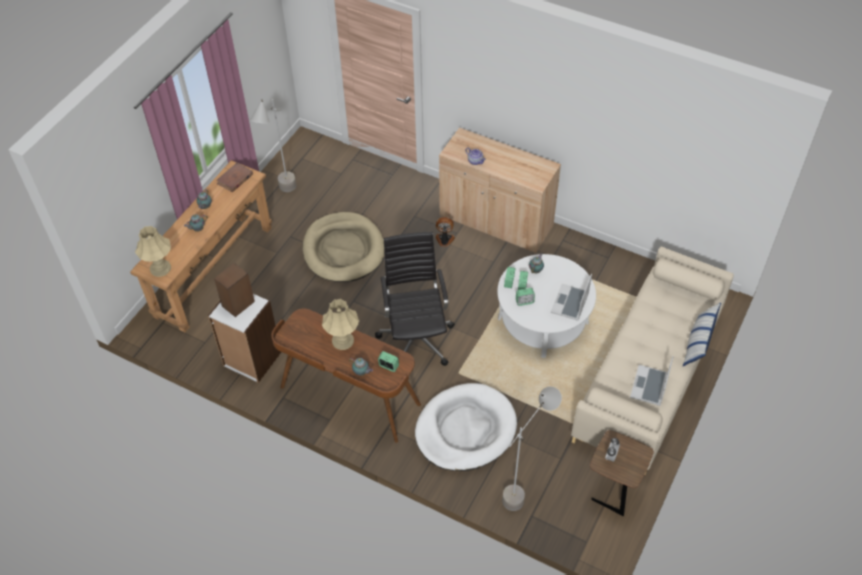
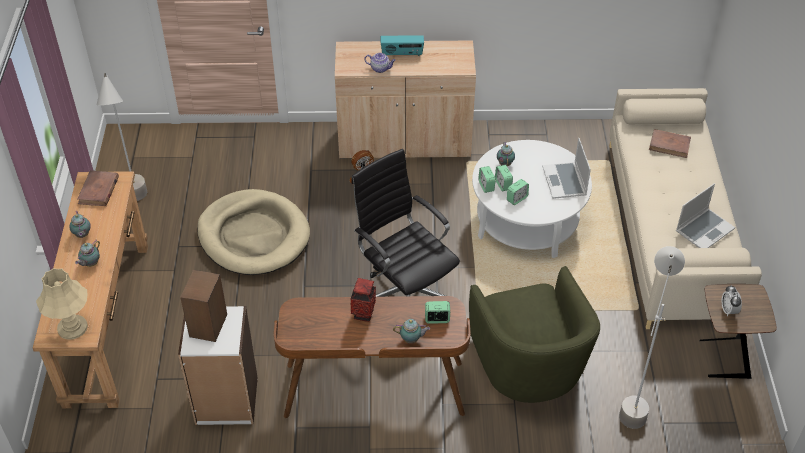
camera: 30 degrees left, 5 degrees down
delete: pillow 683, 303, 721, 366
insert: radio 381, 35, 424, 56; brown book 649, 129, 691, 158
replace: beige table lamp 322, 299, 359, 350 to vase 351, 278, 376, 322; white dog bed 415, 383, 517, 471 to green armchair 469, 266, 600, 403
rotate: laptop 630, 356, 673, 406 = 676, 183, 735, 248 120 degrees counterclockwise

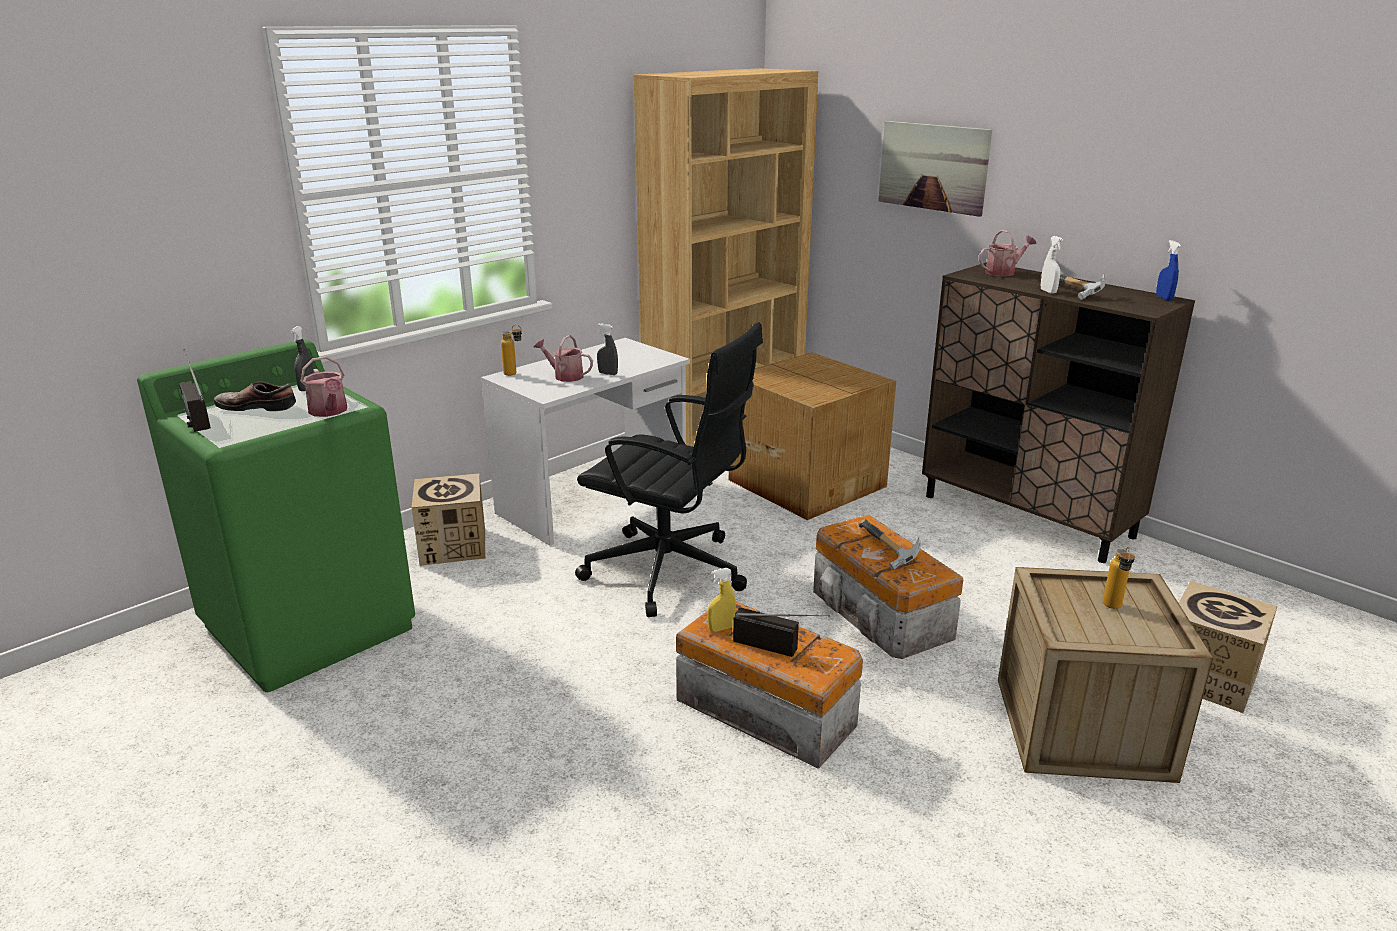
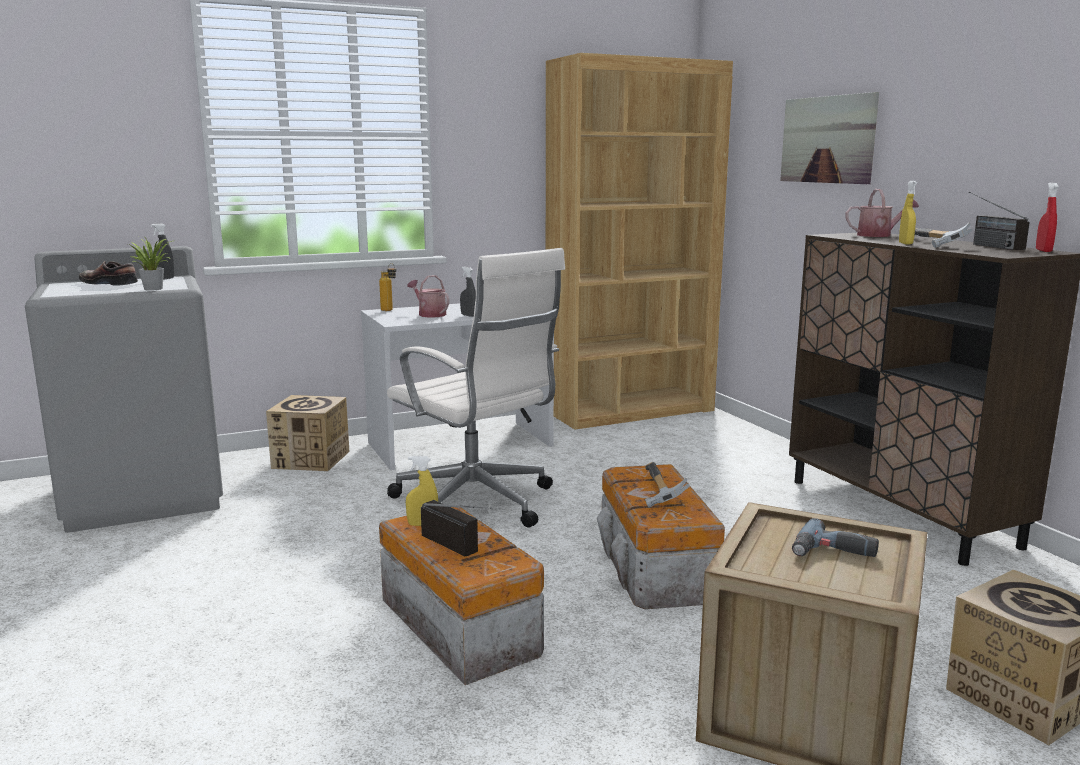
camera: 20 degrees right, 10 degrees down
delete: cardboard box 729, 353, 896, 520
move: radio 179, 349, 211, 432 to 969, 192, 1030, 250
replace: watering can 300, 356, 347, 417 to potted plant 128, 238, 171, 291; bottle 1103, 547, 1135, 609 to power drill 792, 518, 879, 557
recolor: green washing machine 137, 340, 415, 692 to grey washing machine 25, 246, 223, 533; black office chair 575, 322, 763, 617 to white office chair 387, 248, 565, 528; white spray bottle 1041, 236, 1063, 293 to yellow spray bottle 899, 181, 917, 244; blue spray bottle 1156, 240, 1181, 301 to red spray bottle 1036, 182, 1059, 252

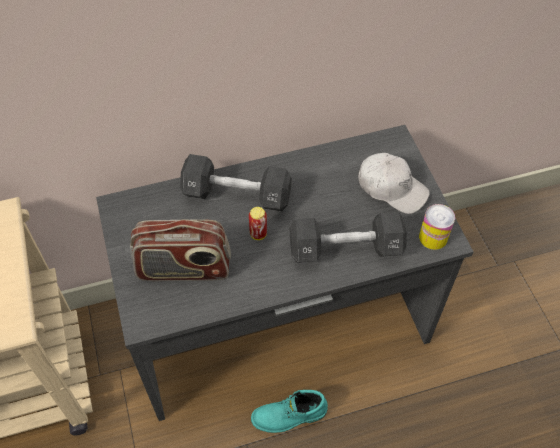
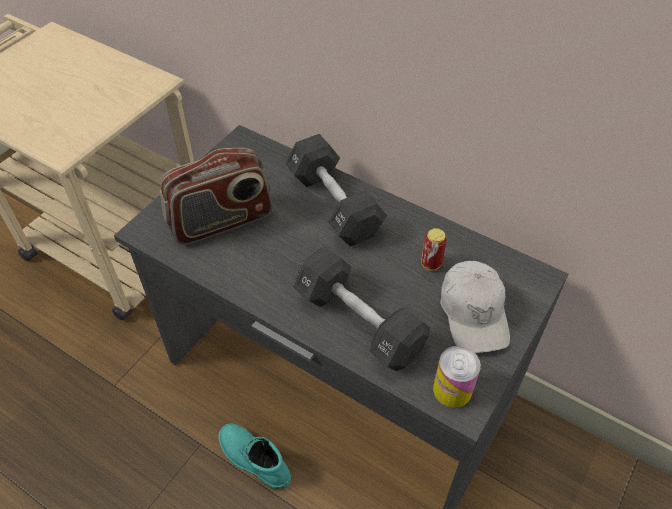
camera: 50 degrees right, 5 degrees down
move: can 249, 207, 267, 240 to 421, 228, 447, 271
rotate: radio 130, 219, 231, 281 = 160, 148, 272, 245 75 degrees counterclockwise

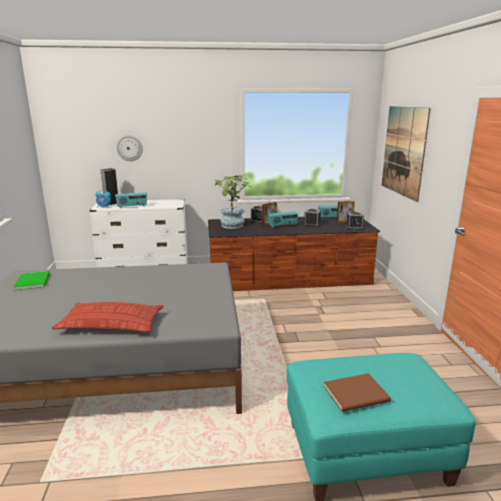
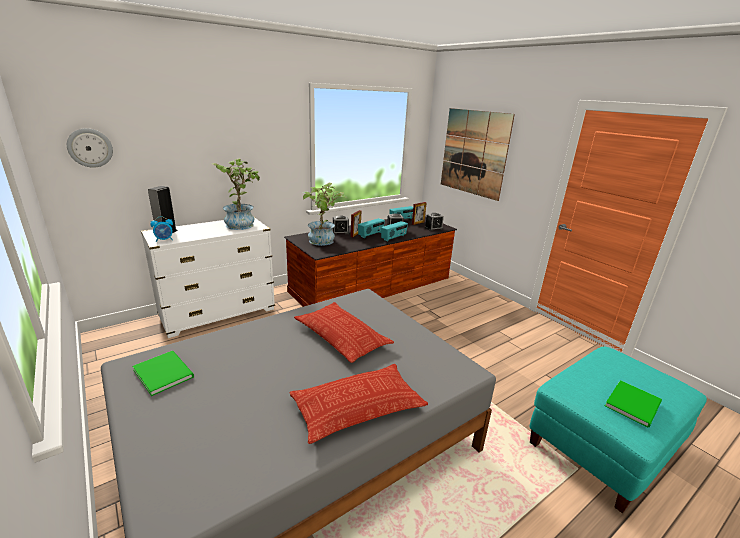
camera: 30 degrees left, 5 degrees up
insert: potted plant 212, 158, 260, 230; pillow 294, 302, 394, 363
move: radio 115, 192, 147, 208 to 381, 221, 408, 242; wall clock 116, 135, 143, 161 to 67, 128, 113, 168
recolor: brown book 324, 373, 391, 412 to green book 605, 380, 662, 427

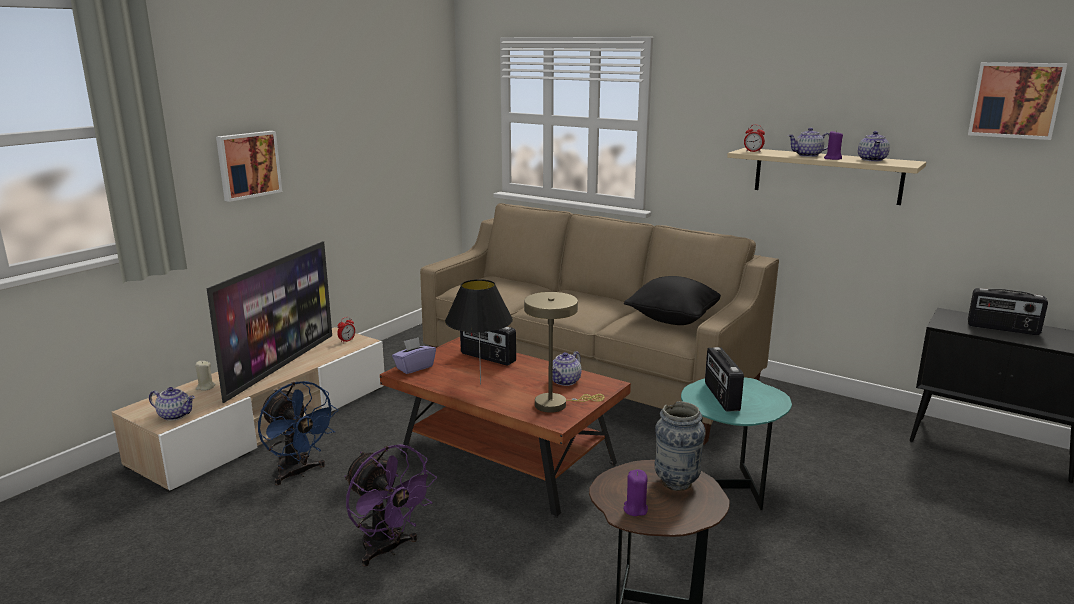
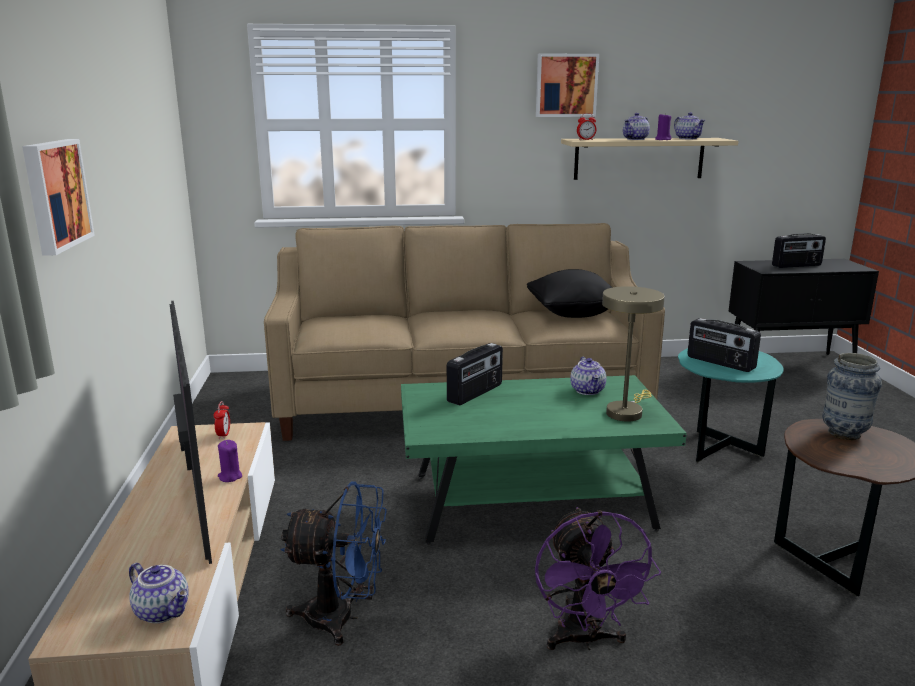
camera: 40 degrees left, 0 degrees up
delete: beige candle 195, 361, 215, 391; purple tissue box 392, 337, 436, 374; black table lamp 445, 279, 513, 385
move: purple candle 623, 469, 648, 516 to 218, 440, 242, 482; picture 968, 62, 1068, 140 to 536, 54, 599, 117
recolor: brown coffee table 380, 337, 631, 518 to green coffee table 401, 375, 687, 544
rotate: teapot 149, 387, 195, 421 = 129, 563, 189, 623 60 degrees clockwise; purple fan 345, 444, 437, 567 = 535, 507, 661, 650 75 degrees clockwise; radio 460, 327, 516, 366 = 447, 343, 503, 405 45 degrees counterclockwise

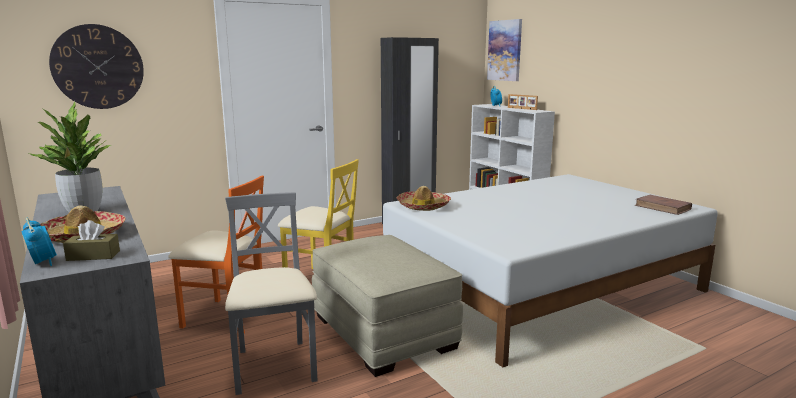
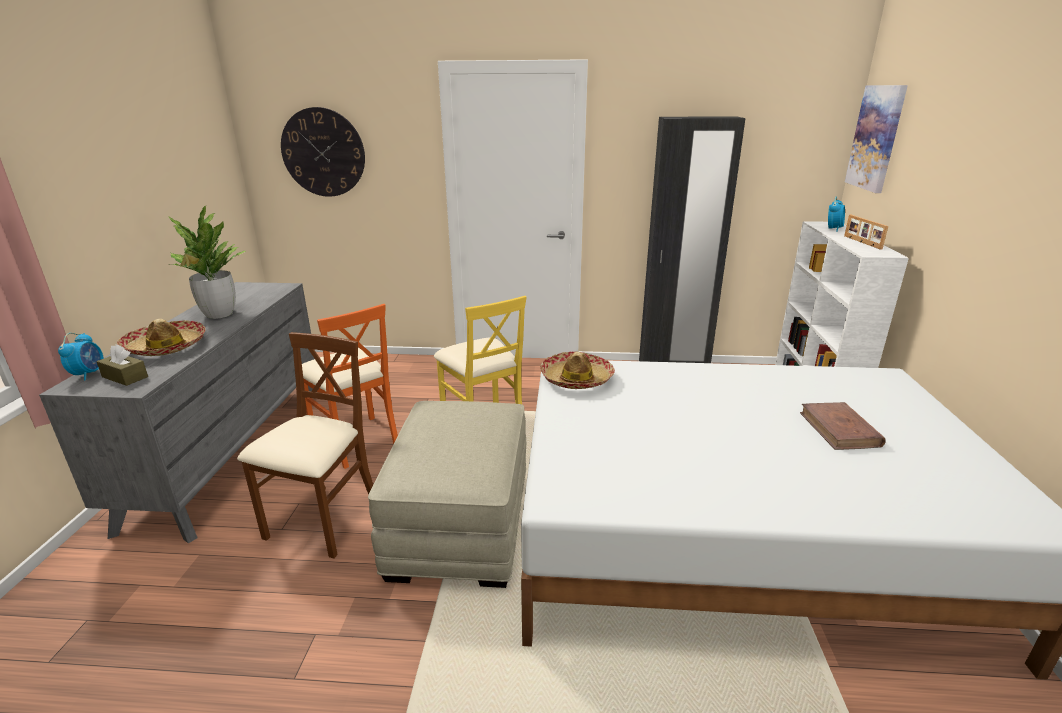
camera: 35 degrees right, 10 degrees up
move: brown book 635, 195, 692, 215 to 800, 402, 886, 450
recolor: grey chair 225, 192, 318, 395 to brown chair 237, 332, 373, 559

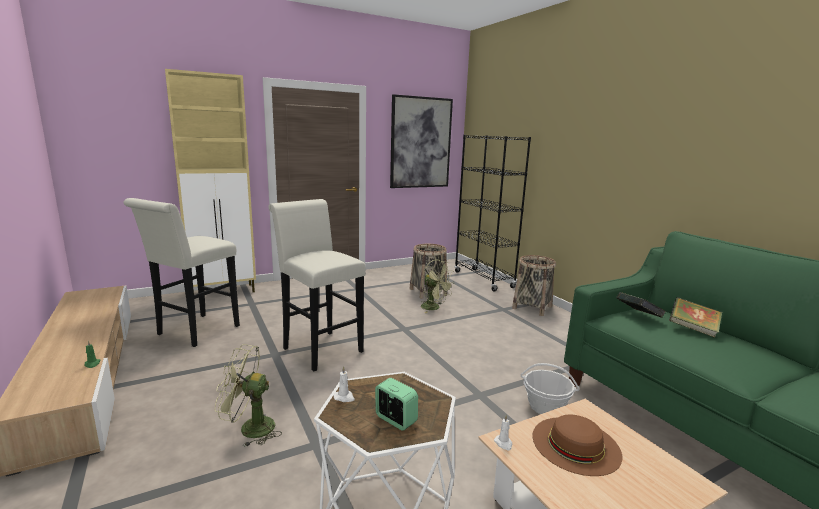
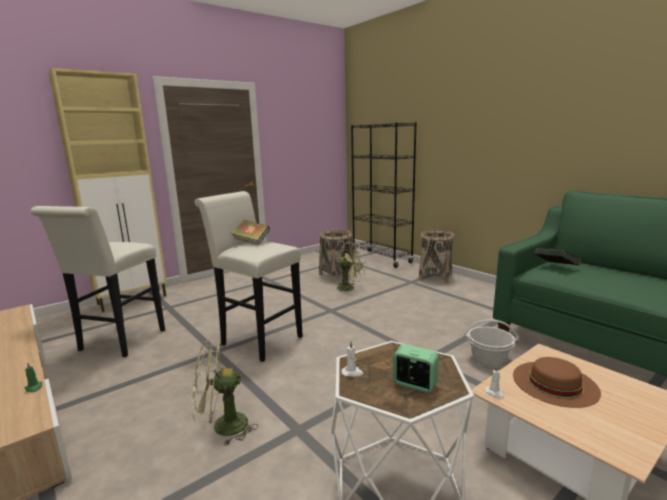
camera: 10 degrees left, 0 degrees up
delete: picture 390, 94, 453, 188
move: book 669, 297, 722, 338 to 231, 220, 270, 245

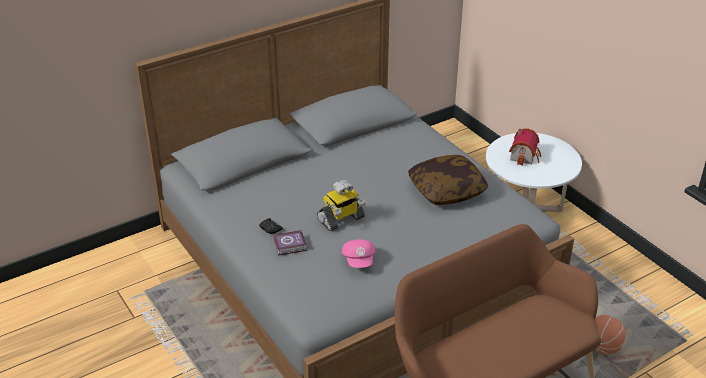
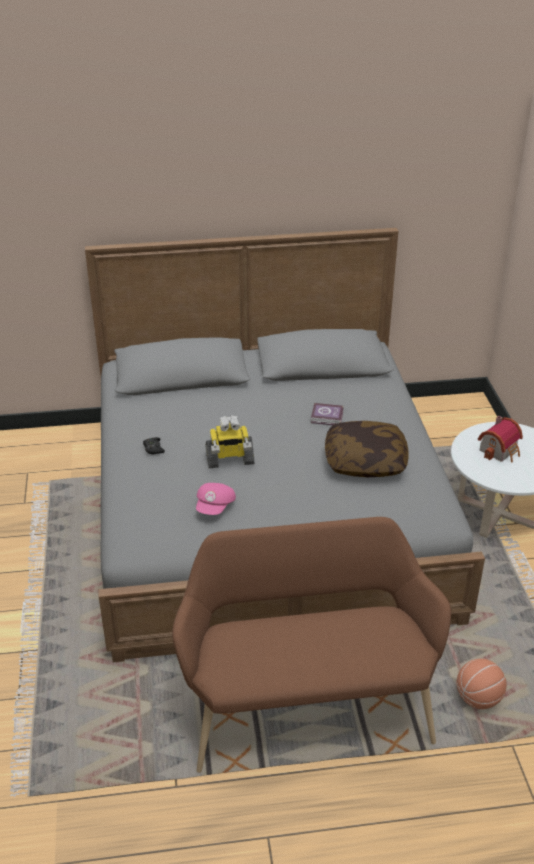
camera: 25 degrees right, 0 degrees up
move: book 273, 230, 307, 256 to 311, 403, 344, 425

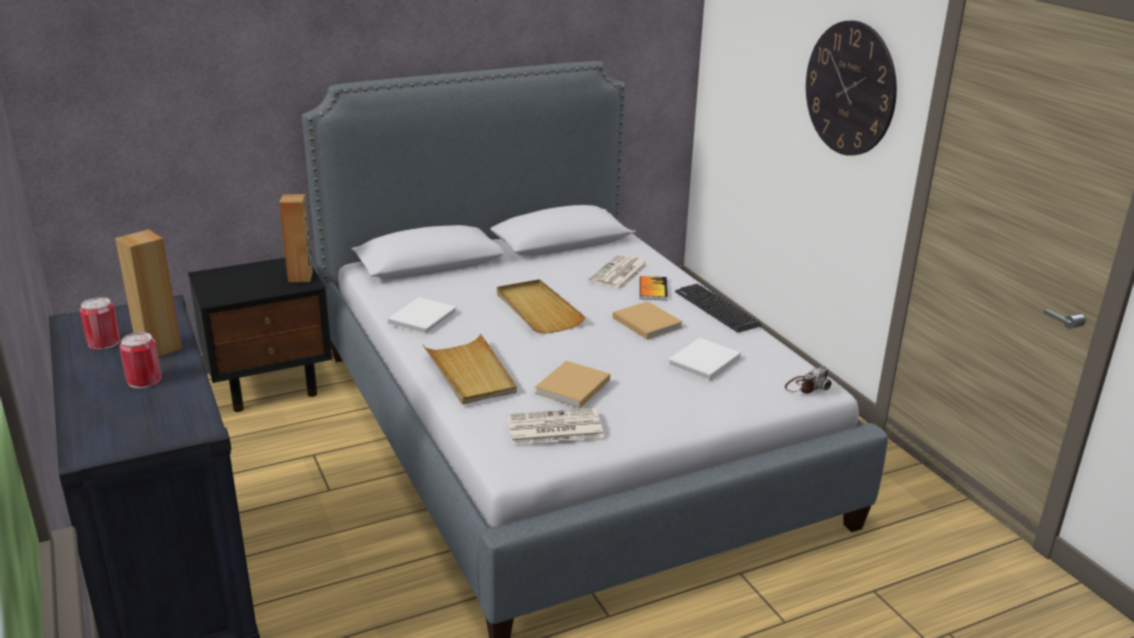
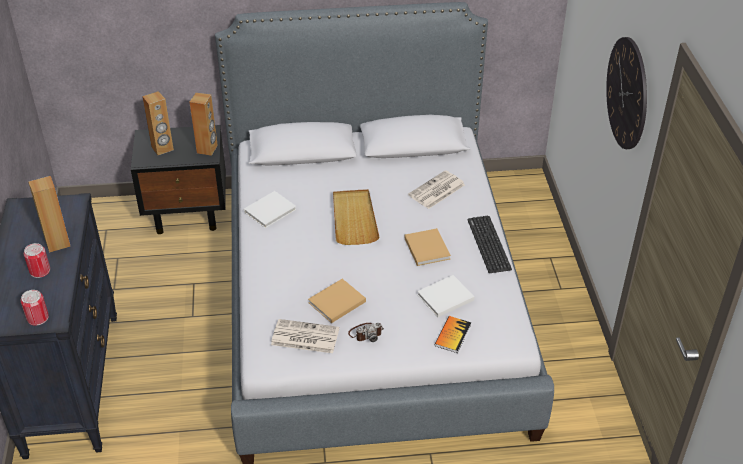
camera: 20 degrees right, 15 degrees up
delete: beige tray 422, 333, 517, 405
insert: brown speaker 142, 91, 174, 155
move: can 80, 297, 120, 350 to 21, 290, 49, 326; book 640, 276, 668, 300 to 434, 316, 471, 353; photo camera 785, 366, 831, 394 to 348, 323, 384, 342

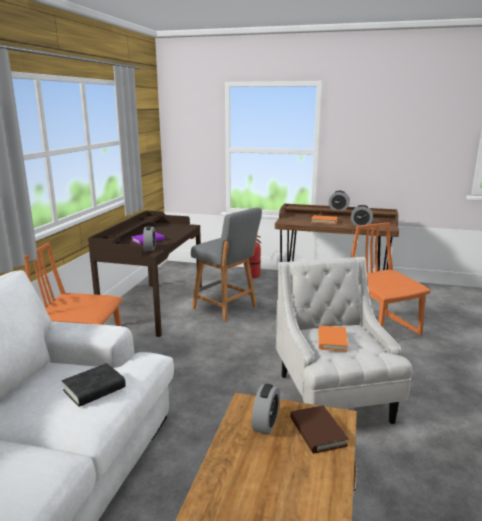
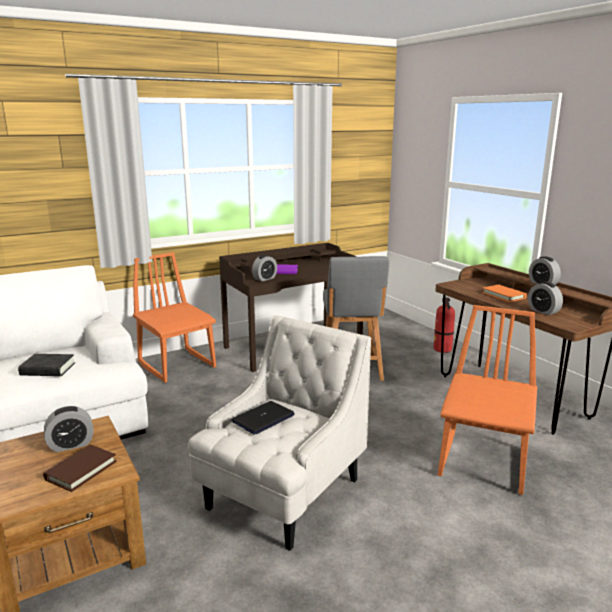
camera: 45 degrees right, 0 degrees up
replace: orange book 319, 326, 348, 352 to laptop 231, 401, 295, 435

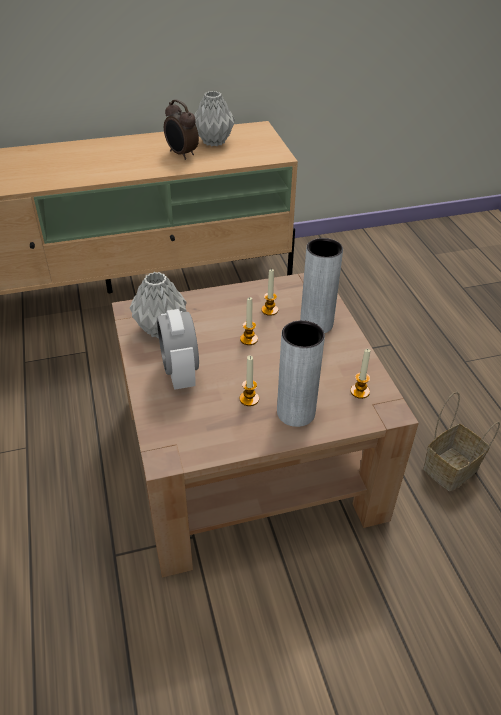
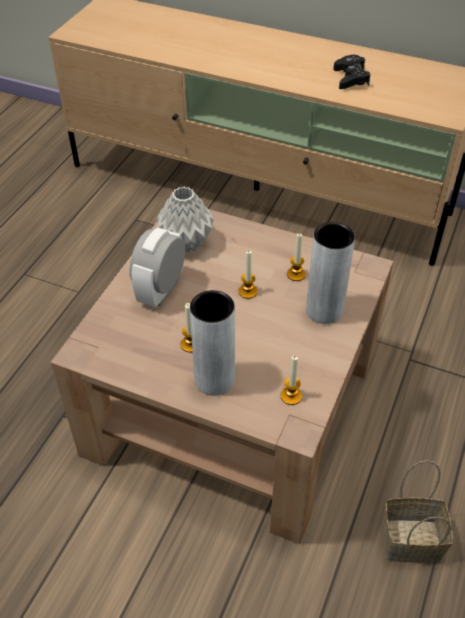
camera: 40 degrees right, 5 degrees up
delete: grey vase 194, 91, 235, 146
replace: alarm clock 164, 99, 199, 160 to black game controller 333, 55, 370, 89

